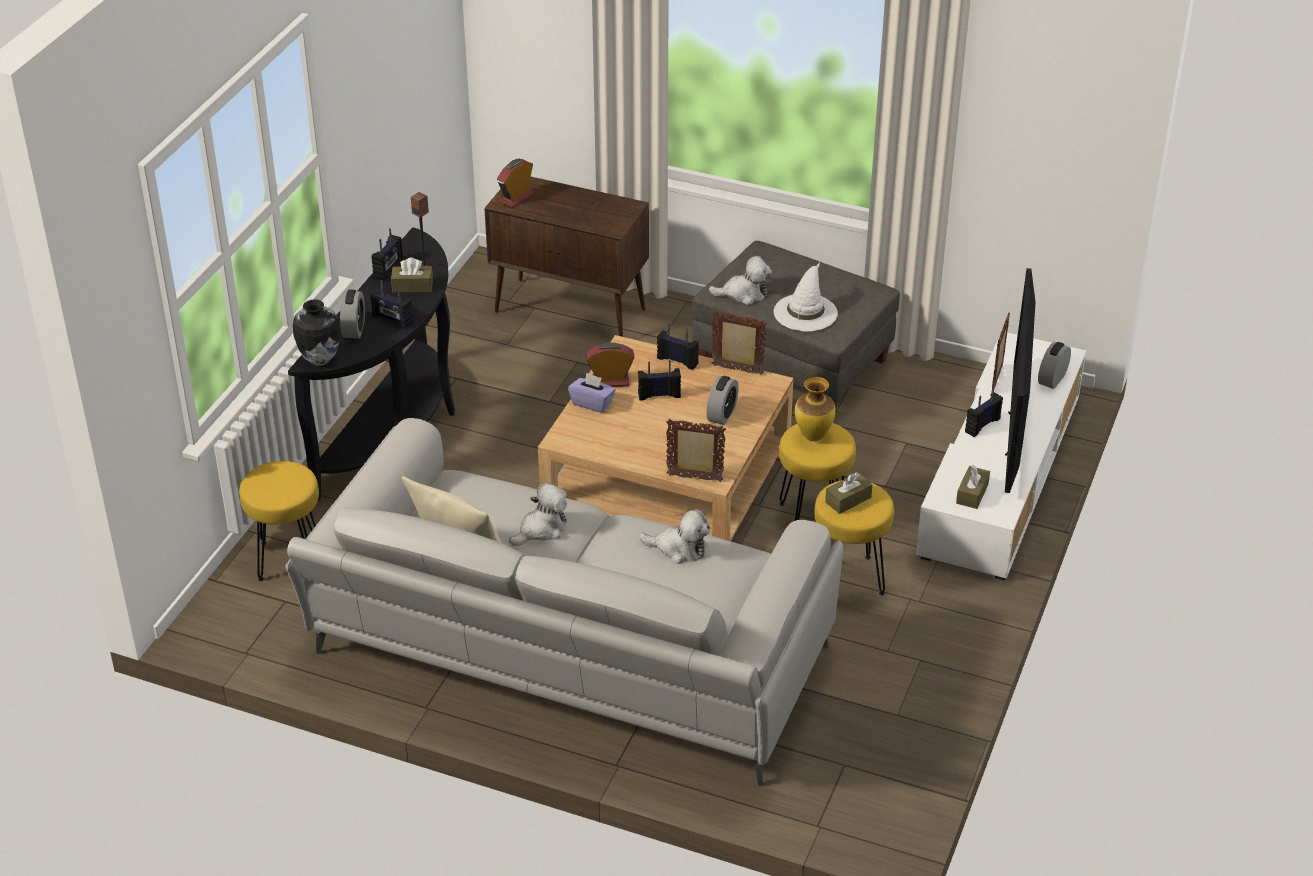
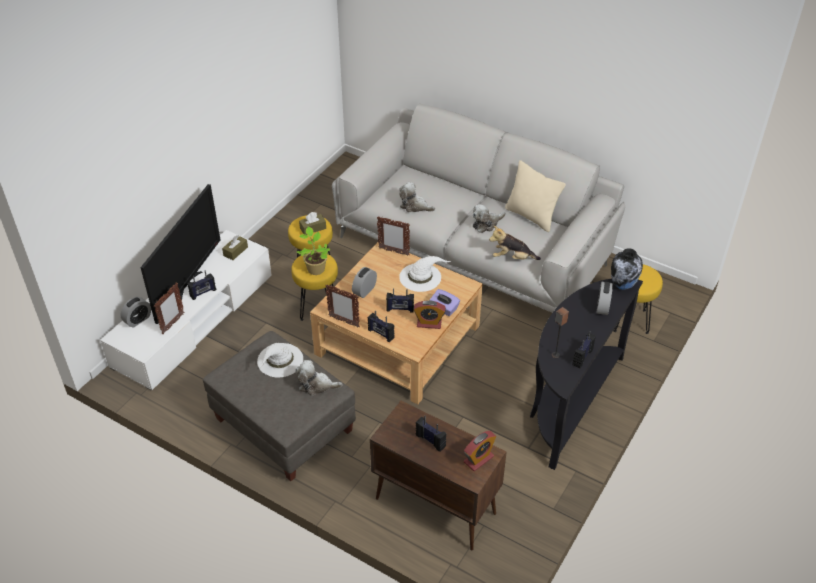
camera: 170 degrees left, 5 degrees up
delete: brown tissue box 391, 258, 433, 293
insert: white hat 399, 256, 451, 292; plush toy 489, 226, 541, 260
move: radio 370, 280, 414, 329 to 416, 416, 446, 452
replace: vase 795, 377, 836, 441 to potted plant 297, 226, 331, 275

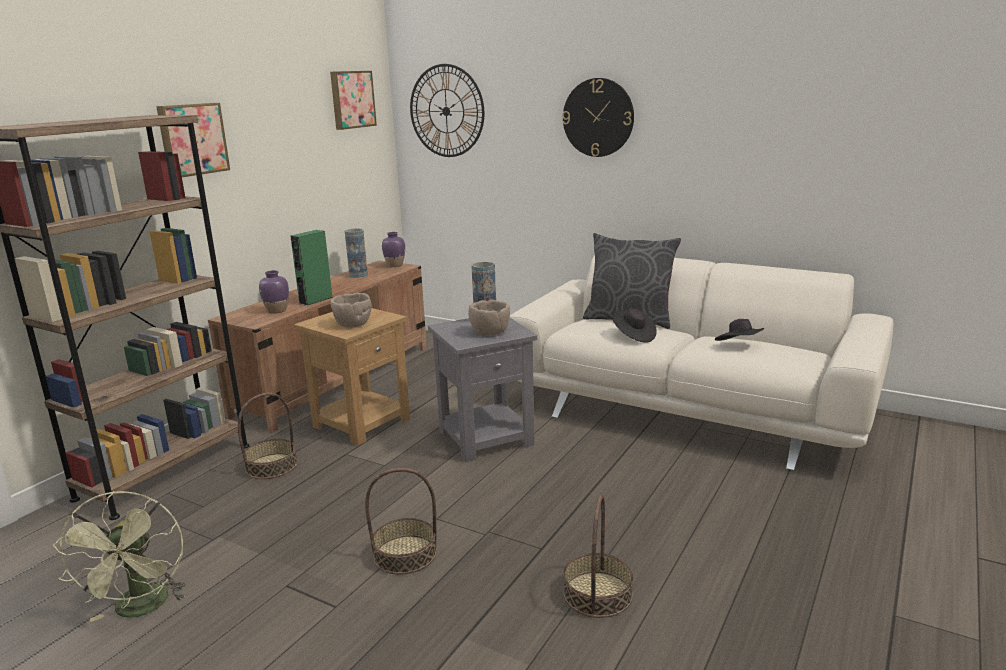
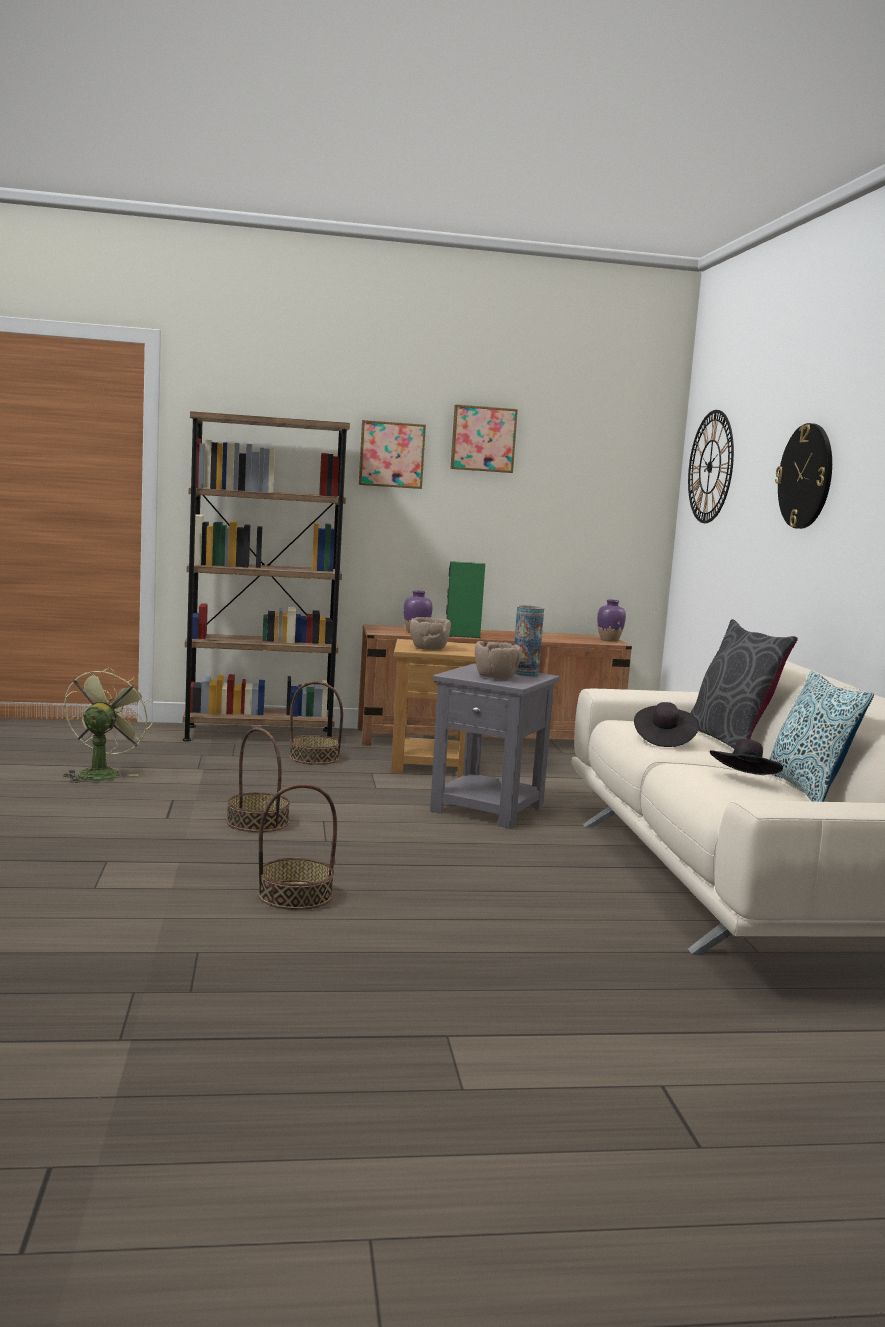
camera: 50 degrees right, 10 degrees down
delete: vase 345, 229, 368, 278
insert: pillow 769, 671, 874, 802
move: picture 330, 71, 377, 130 to 450, 404, 518, 473
rotate: green fan 53, 491, 186, 622 = 63, 667, 153, 783 150 degrees clockwise

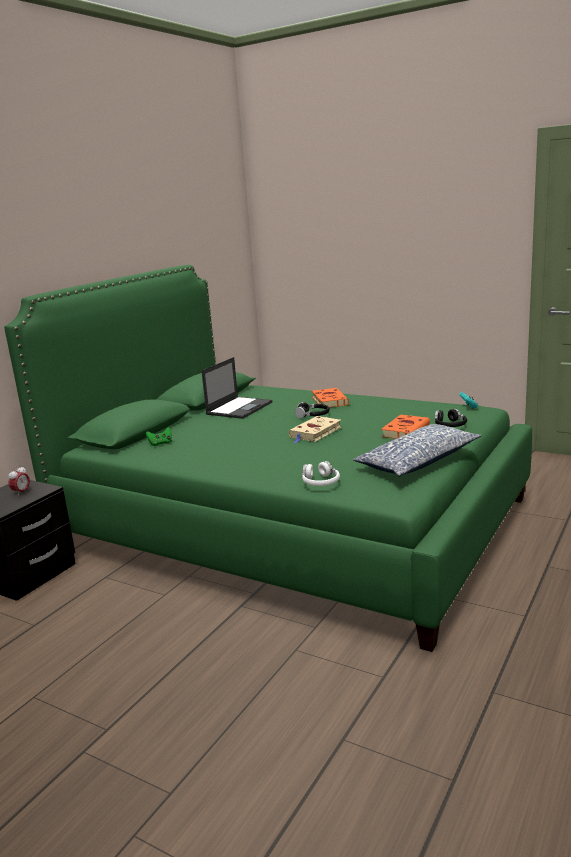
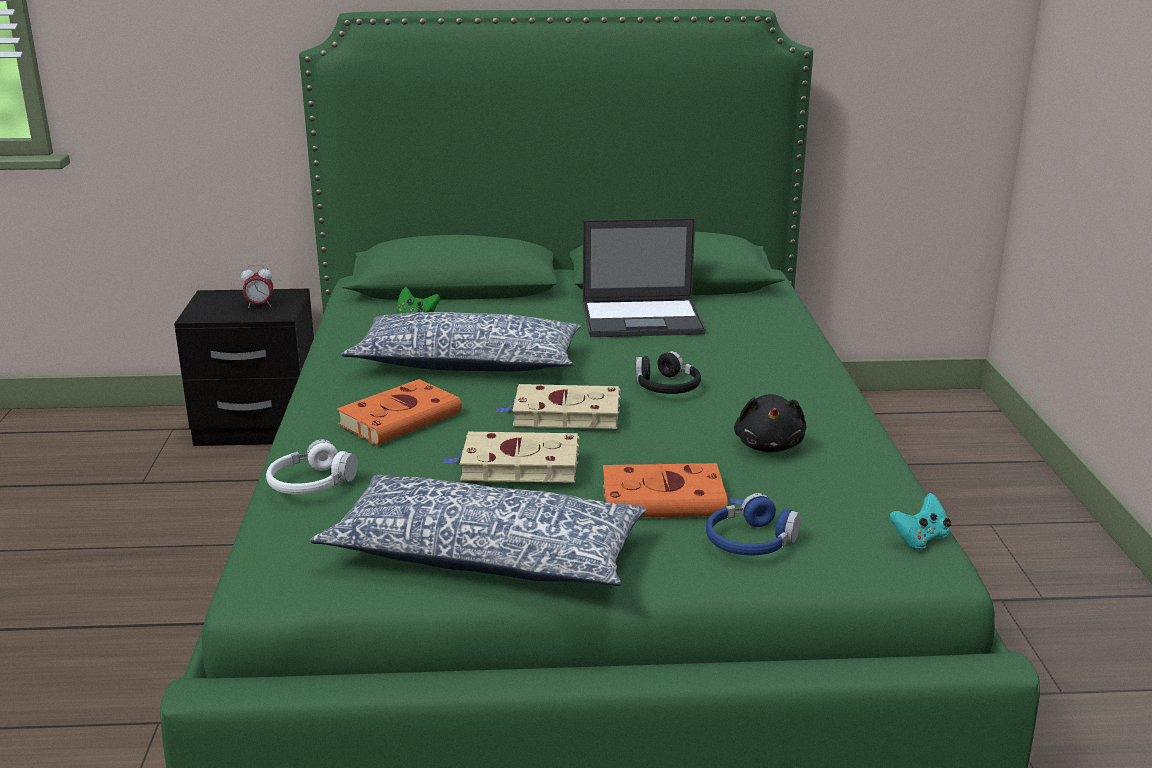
camera: 55 degrees right, 5 degrees up
insert: pillow 342, 312, 581, 372; beige book 443, 432, 580, 483; black plush toy 734, 394, 806, 452
move: orange book 312, 388, 349, 409 to 337, 379, 462, 445
recolor: black headphones 435, 409, 467, 427 to blue headphones 706, 493, 801, 555

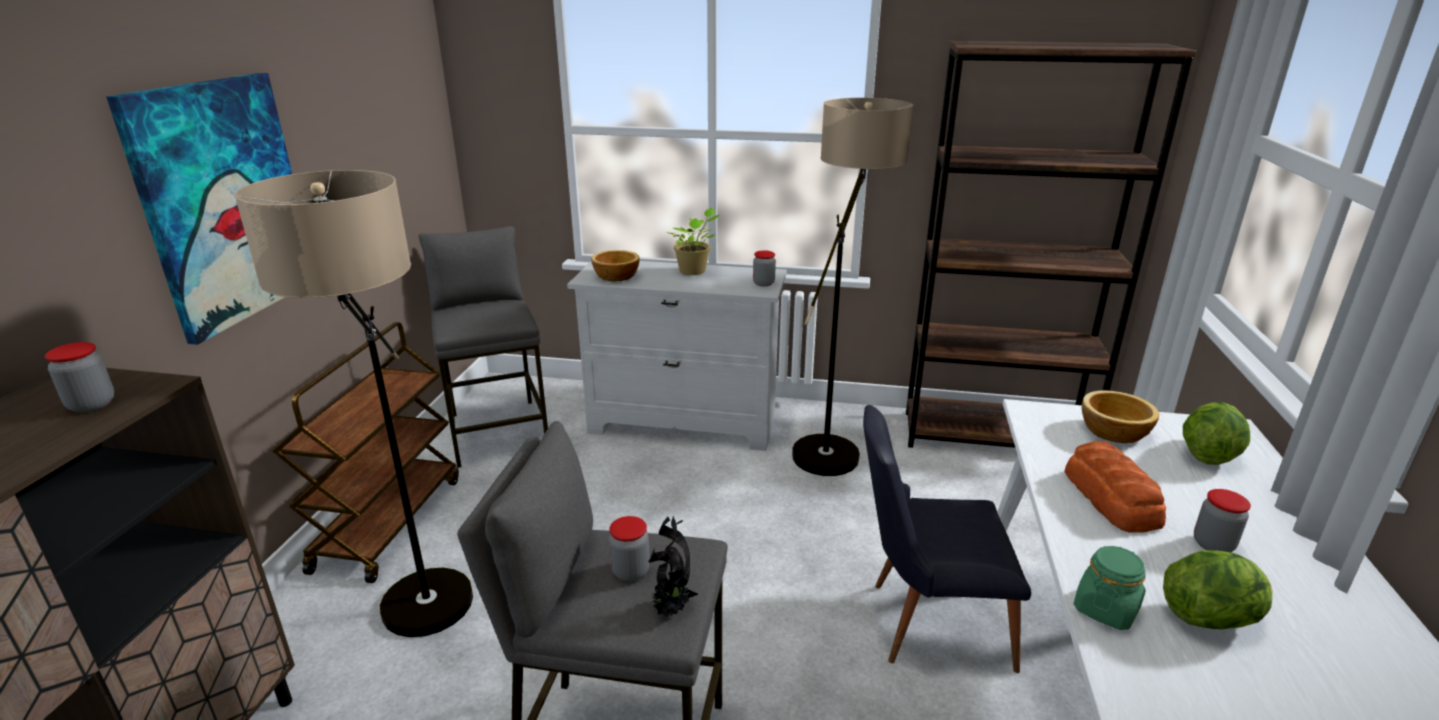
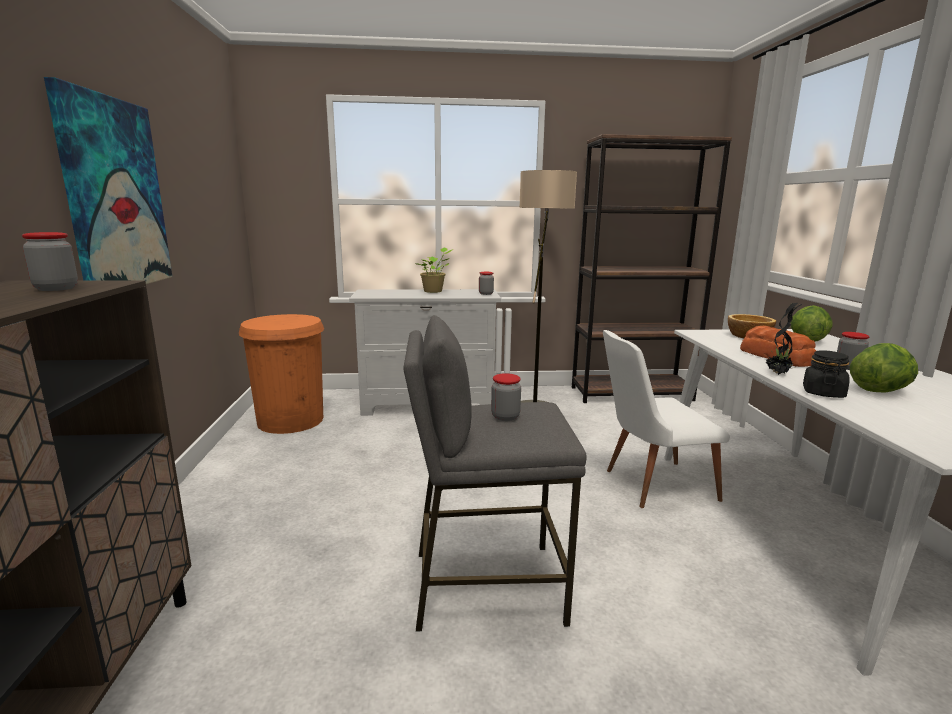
camera: 15 degrees left, 10 degrees down
delete: floor lamp 234, 170, 473, 637; brown cart 272, 322, 459, 583; bowl 591, 250, 640, 281
move: potted plant 648, 515, 698, 617 to 766, 303, 802, 375
replace: grey stool 419, 226, 548, 468 to orange trash can 239, 314, 324, 434
recolor: black chair 863, 405, 1031, 673 to white chair 603, 330, 730, 508; green jar 1074, 546, 1146, 630 to black jar 803, 350, 849, 398

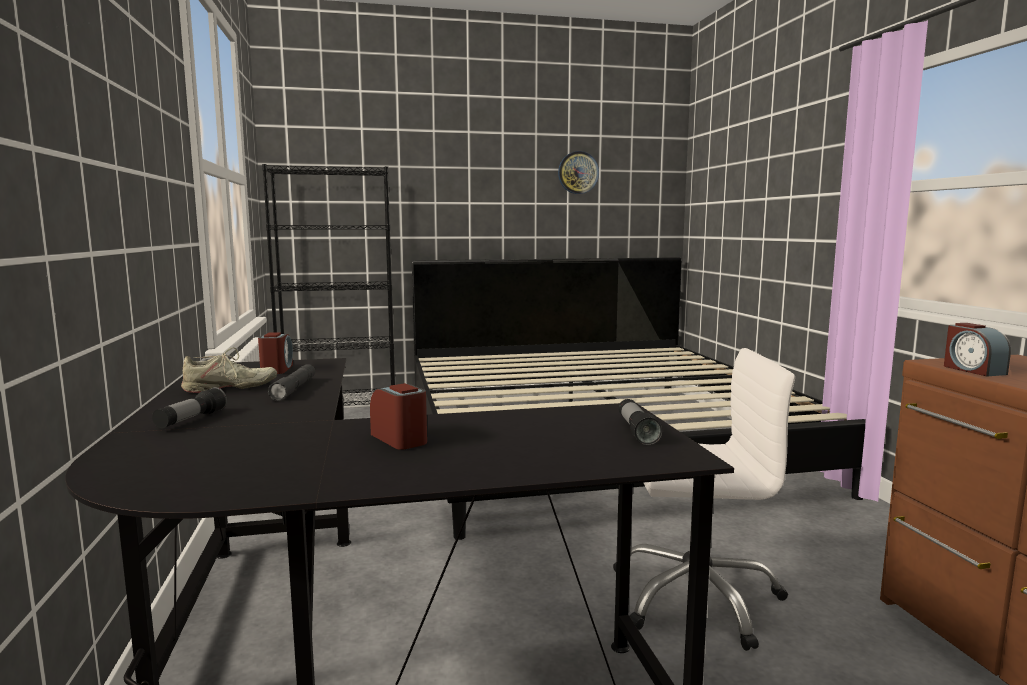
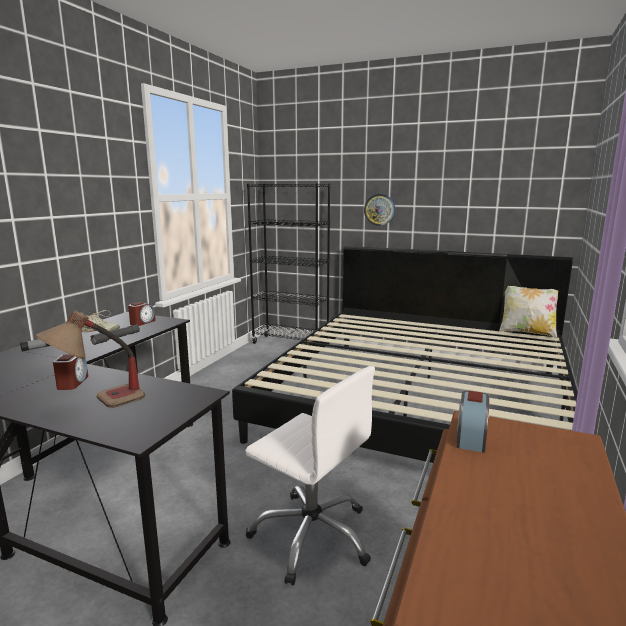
camera: 35 degrees right, 5 degrees up
delete: flashlight 618, 399, 662, 445
insert: table lamp 35, 310, 145, 408; pillow 499, 286, 558, 338
move: wall clock 558, 151, 599, 194 to 364, 194, 395, 226

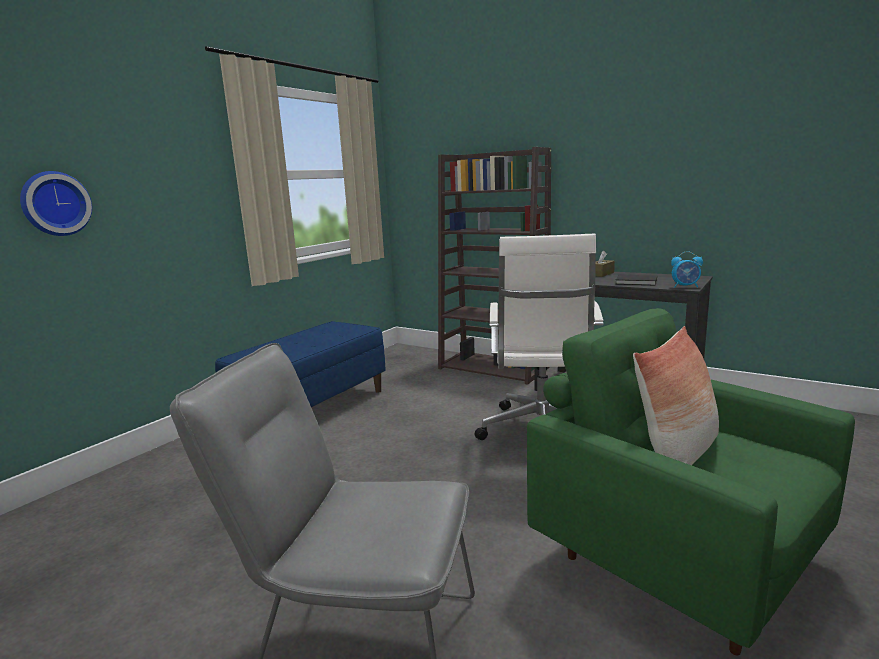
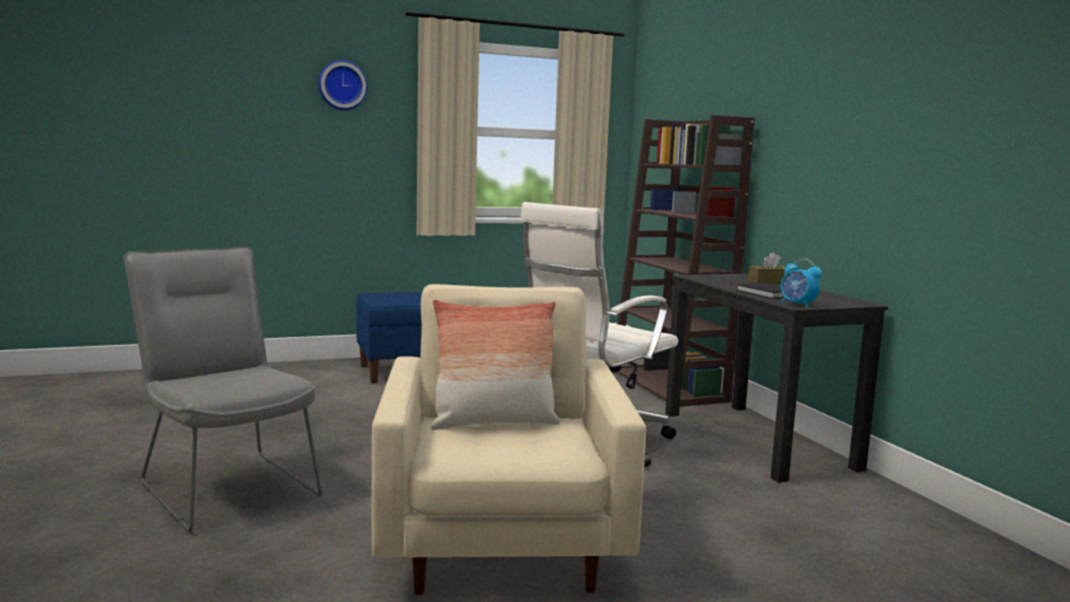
camera: 35 degrees right, 5 degrees down
move: wall clock 20, 171, 92, 236 to 318, 60, 368, 110
recolor: green armchair 527, 308, 855, 655 to beige armchair 371, 284, 646, 595

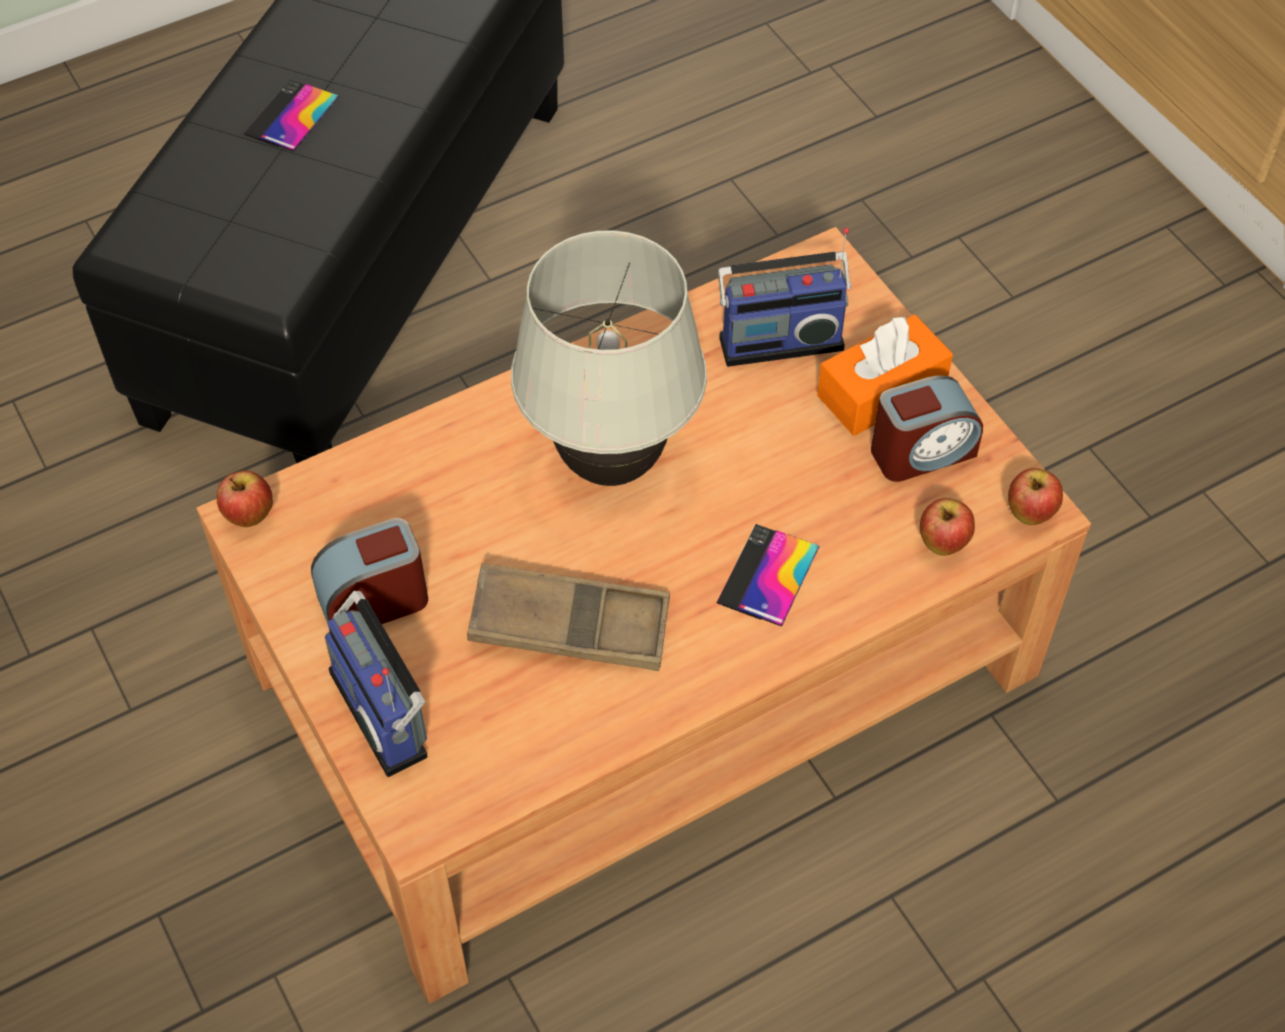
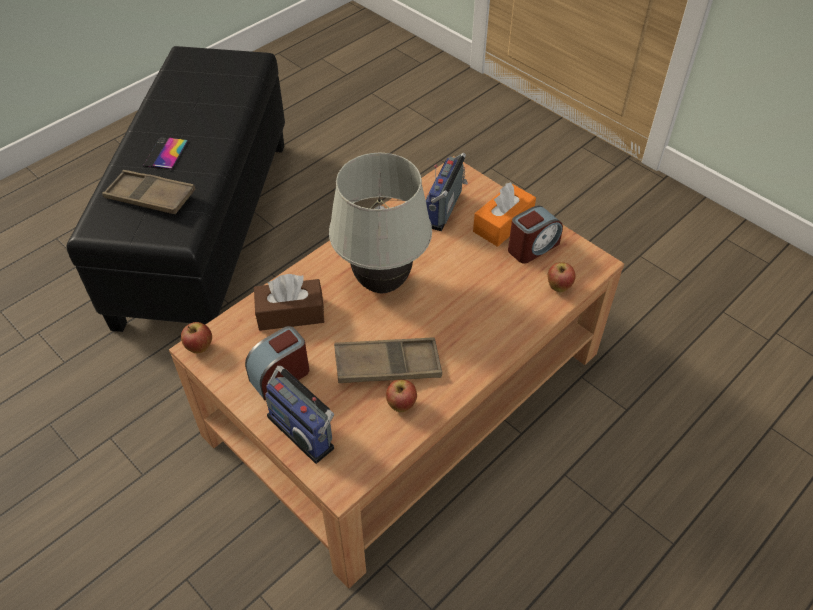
camera: 15 degrees left, 5 degrees down
delete: phone 716, 524, 820, 626
insert: brown tray 102, 170, 195, 214; brown tissue box 254, 274, 324, 331
move: apple 1008, 468, 1063, 525 to 386, 379, 417, 412
rotate: radio 718, 228, 851, 367 = 426, 152, 468, 231 135 degrees clockwise

